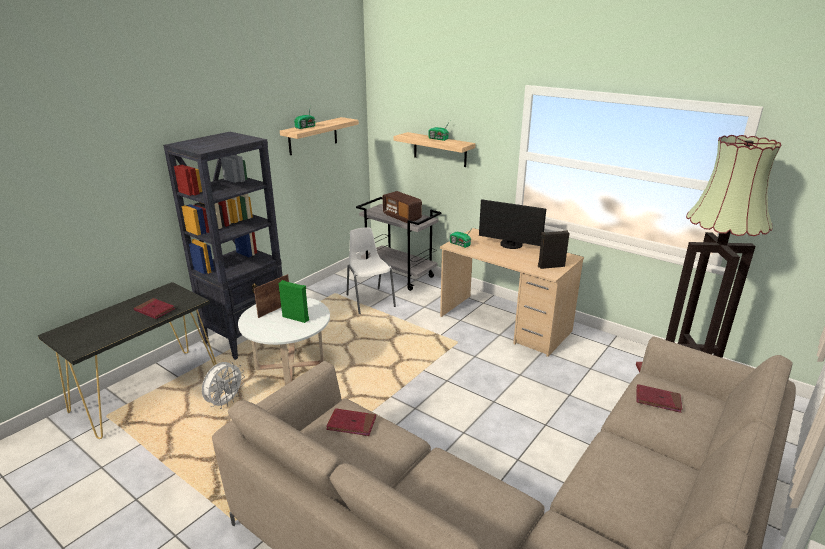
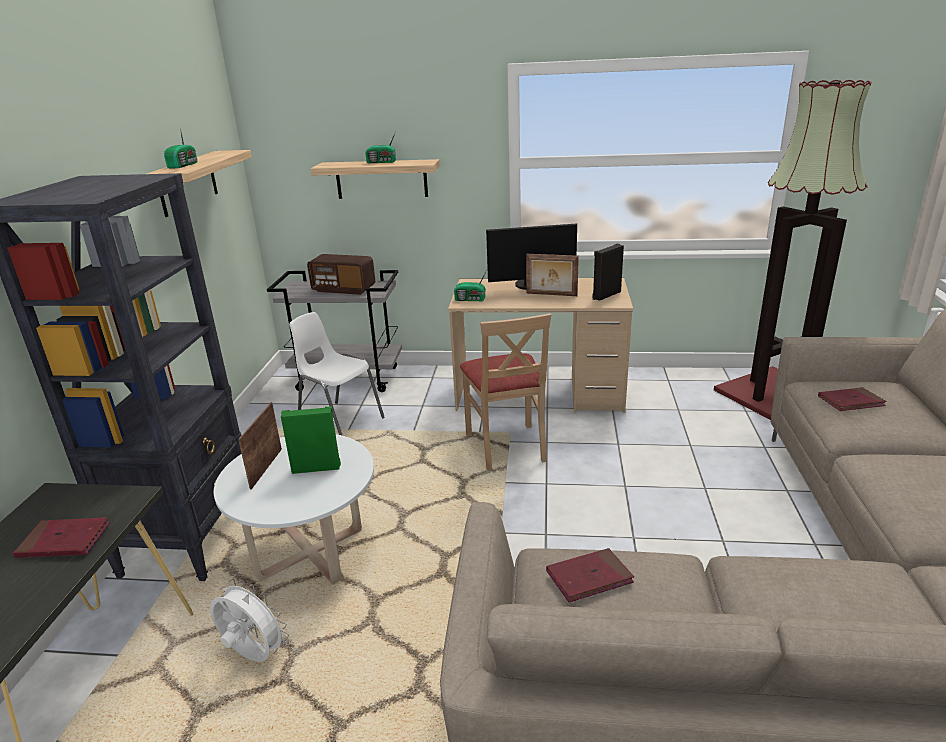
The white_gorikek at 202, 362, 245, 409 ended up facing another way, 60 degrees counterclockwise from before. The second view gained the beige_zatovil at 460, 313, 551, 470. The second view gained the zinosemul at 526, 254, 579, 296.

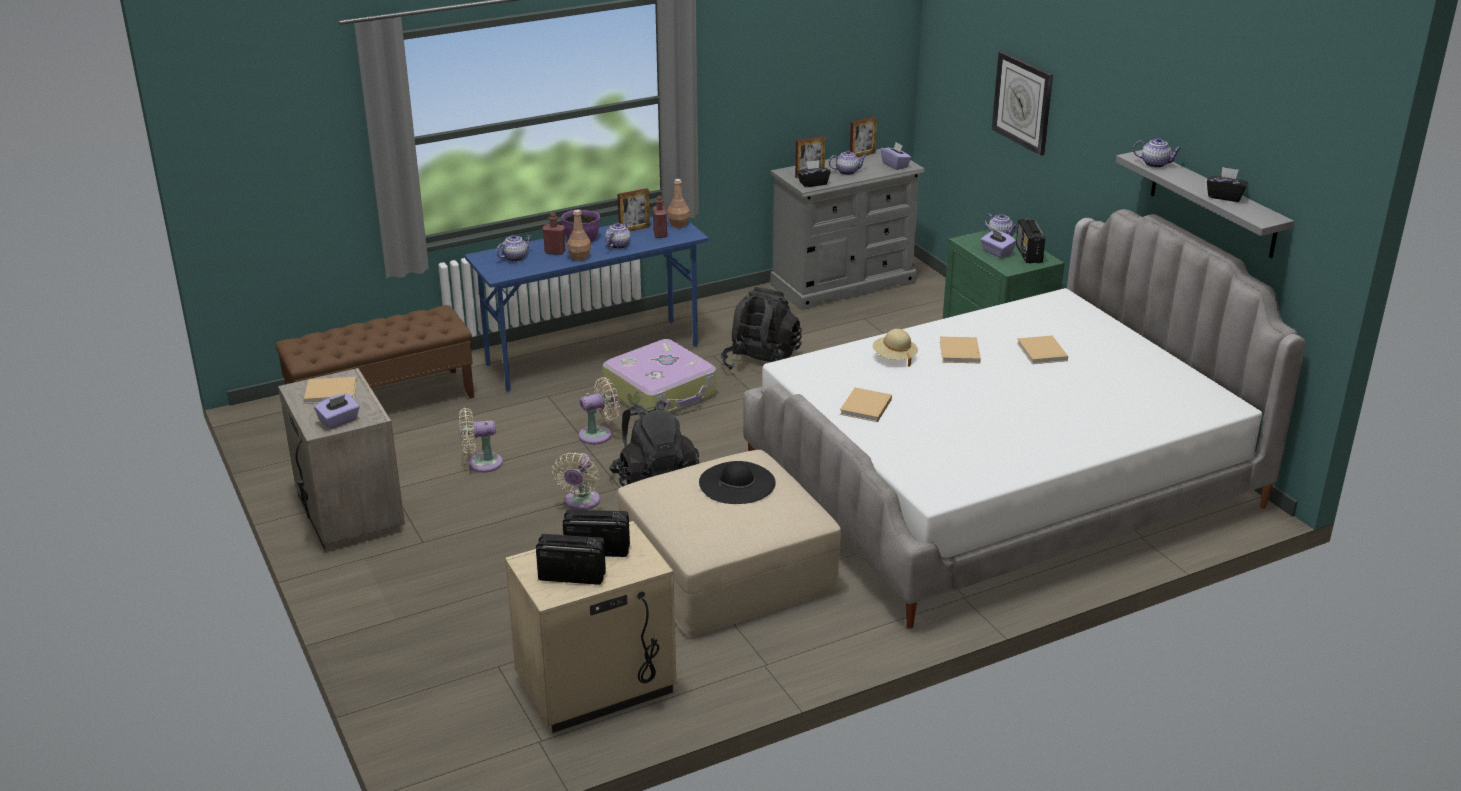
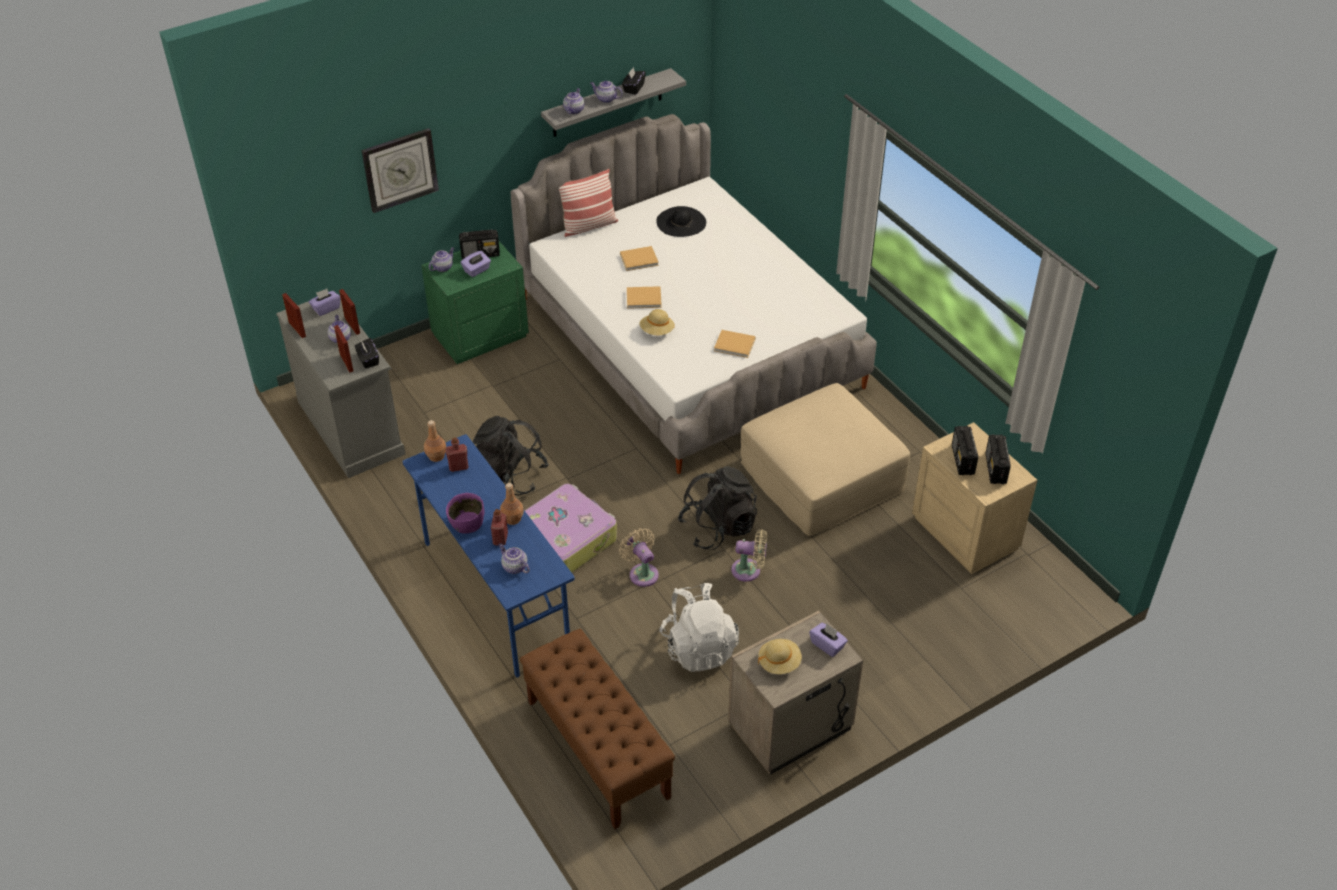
Where the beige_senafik stood at 304, 377, 357, 404, the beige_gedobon came to stand at 758, 639, 802, 674. Where the beige_gorikek stood at 459, 408, 503, 473, the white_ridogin came to stand at 659, 583, 739, 672. The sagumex ended up elsewhere, having gone from 605, 221, 631, 249 to 590, 81, 623, 103. The zinosemul ended up elsewhere, having gone from 618, 188, 650, 232 to 339, 289, 360, 335. The black_gedobon ended up elsewhere, having gone from 699, 461, 776, 504 to 656, 206, 706, 237. The second view gained the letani at 559, 169, 618, 237.

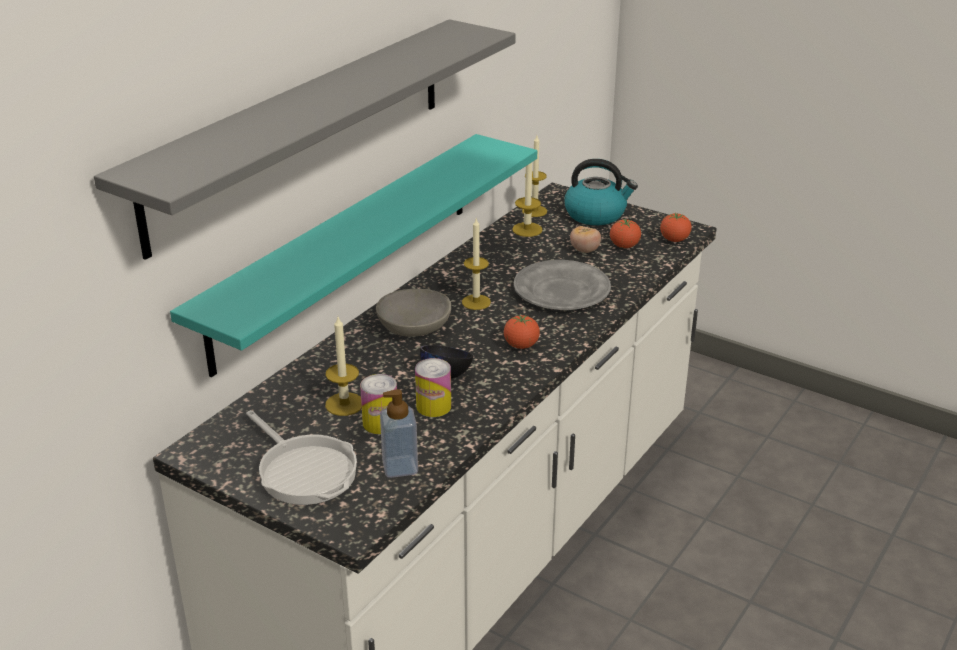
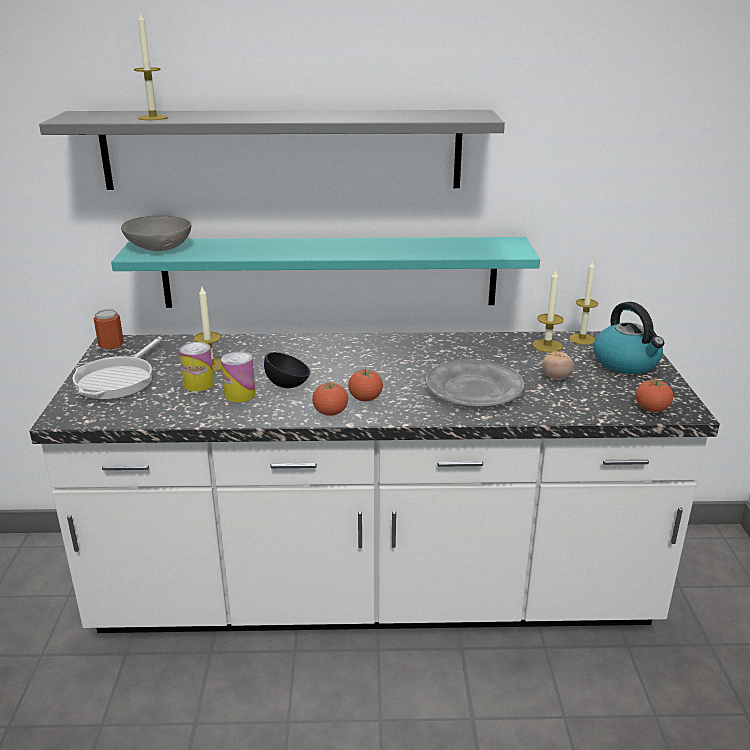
The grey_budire ended up elsewhere, having gone from 376, 289, 451, 337 to 121, 215, 191, 251. The second view lost the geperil at 380, 389, 418, 478. The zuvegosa ended up elsewhere, having gone from 462, 219, 491, 310 to 134, 12, 168, 120. The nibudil ended up elsewhere, having gone from 610, 219, 641, 248 to 312, 382, 348, 416. The second view gained the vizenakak at 94, 309, 124, 351.

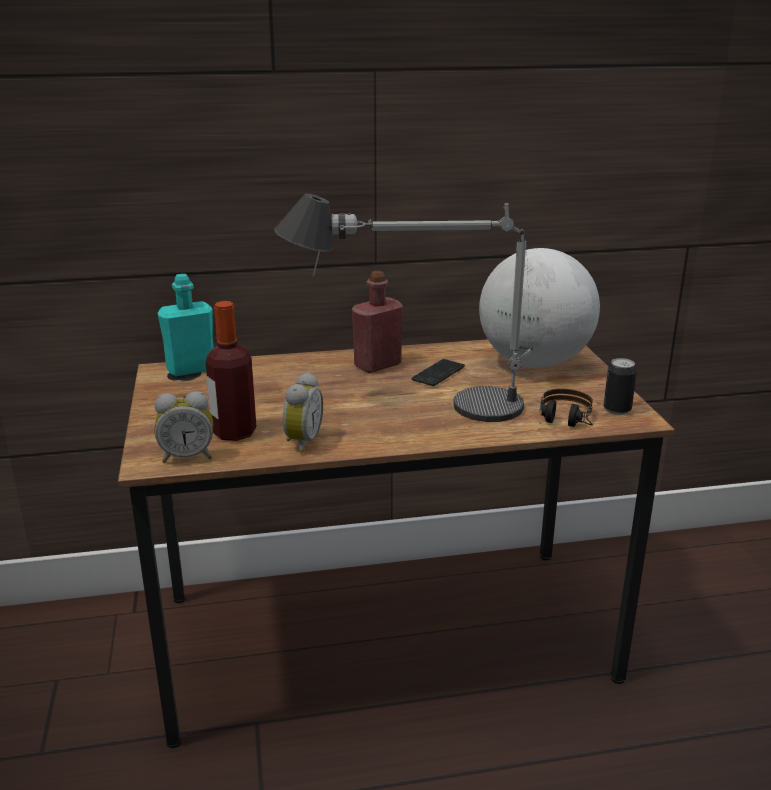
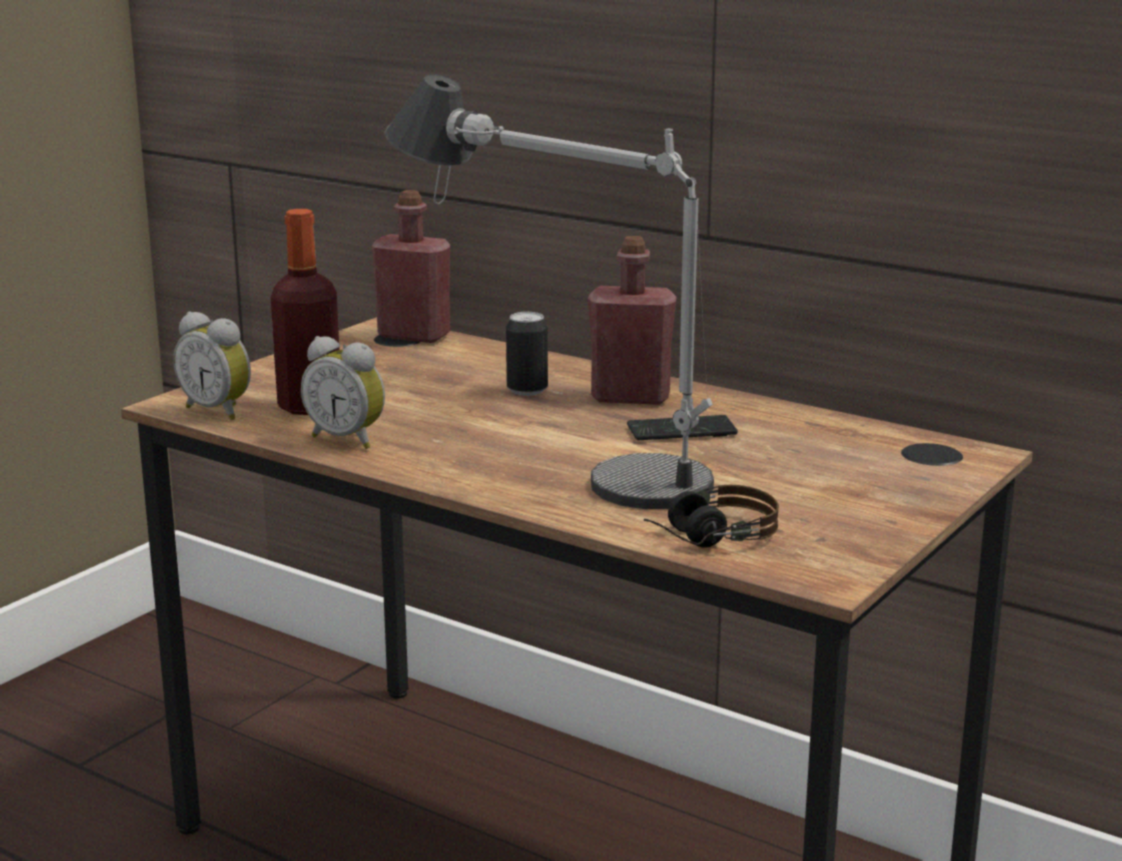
What was the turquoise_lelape at 157, 274, 214, 376 turned into the red_lelape at 372, 190, 450, 343. The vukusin at 283, 372, 323, 454 ended up facing another way, 60 degrees clockwise from before. The second view lost the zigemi at 479, 248, 600, 368. The vizenakak ended up elsewhere, having gone from 603, 358, 637, 415 to 506, 312, 548, 396.

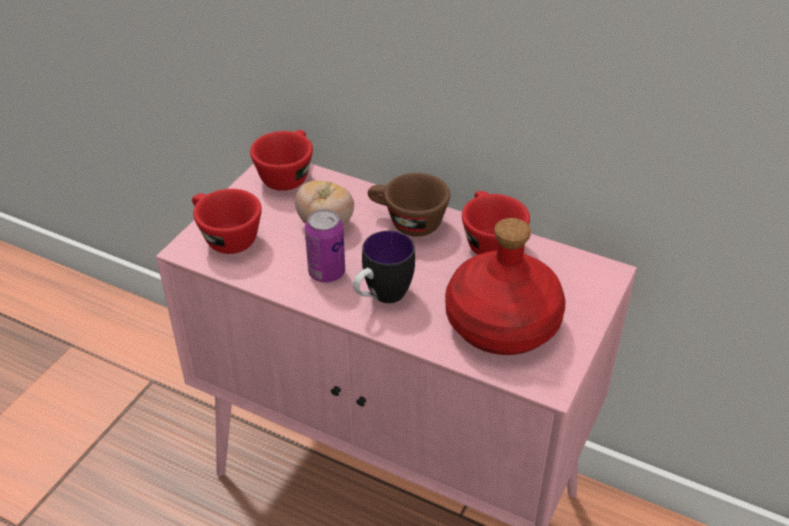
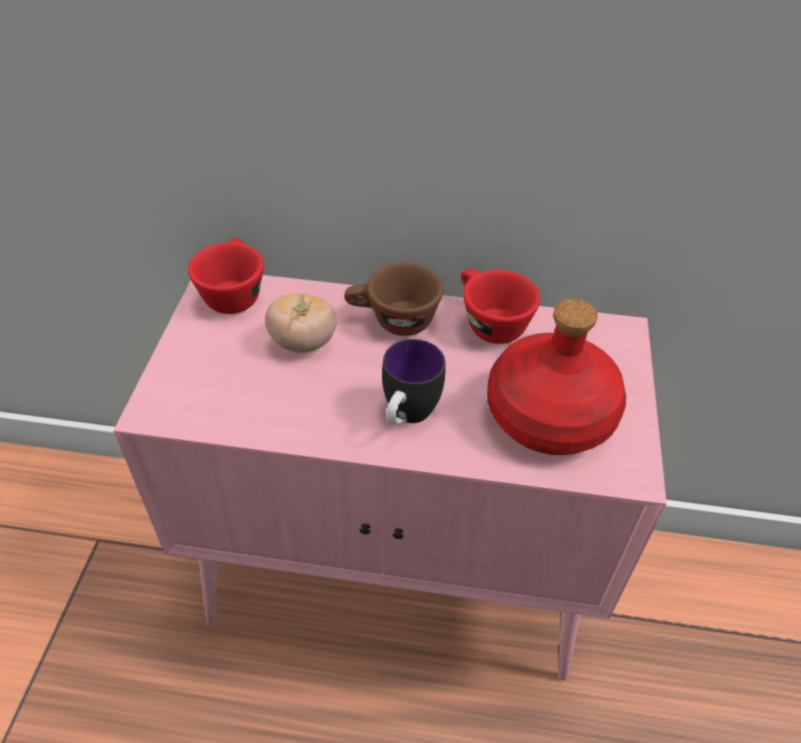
The second view lost the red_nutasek at 192, 189, 262, 254. The second view lost the vizenakak at 305, 209, 345, 283.

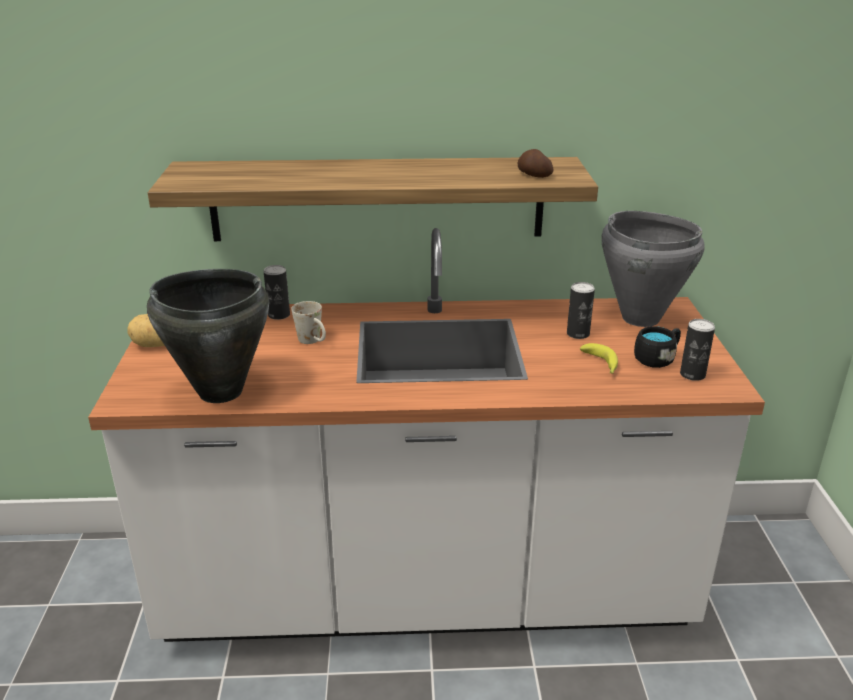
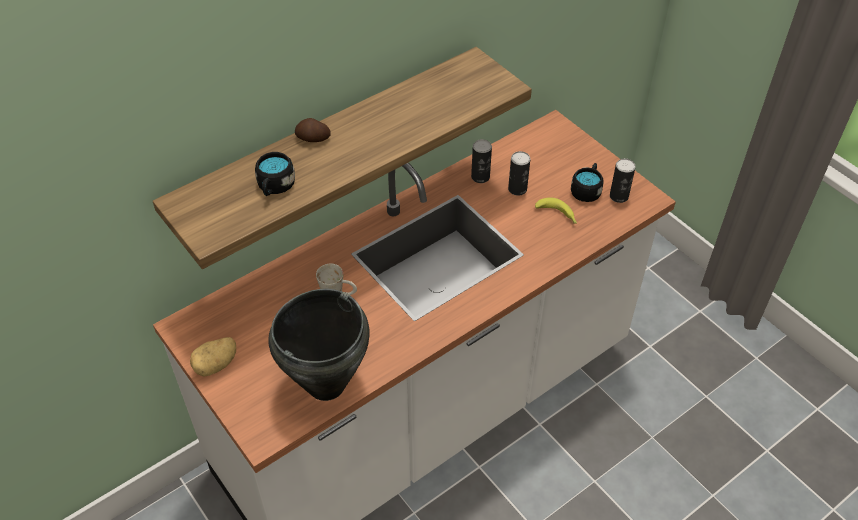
The vizenakak ended up elsewhere, having gone from 263, 265, 290, 320 to 471, 139, 492, 183. The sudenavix ended up elsewhere, having gone from 517, 149, 553, 178 to 295, 118, 331, 142. The second view lost the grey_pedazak at 601, 211, 705, 327. The second view gained the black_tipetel at 255, 152, 295, 196.

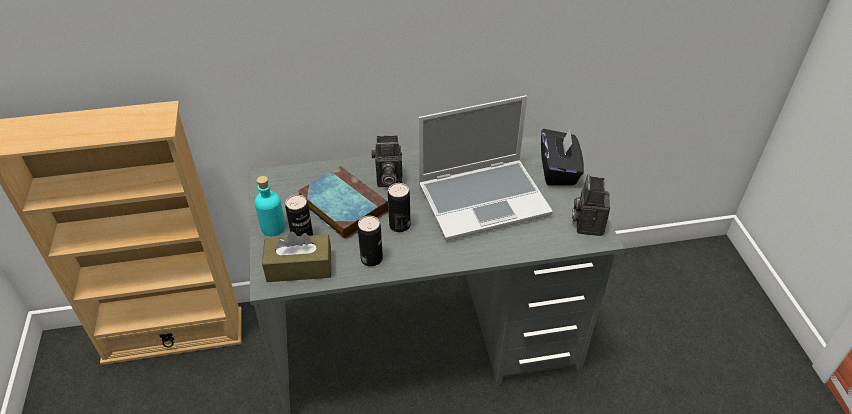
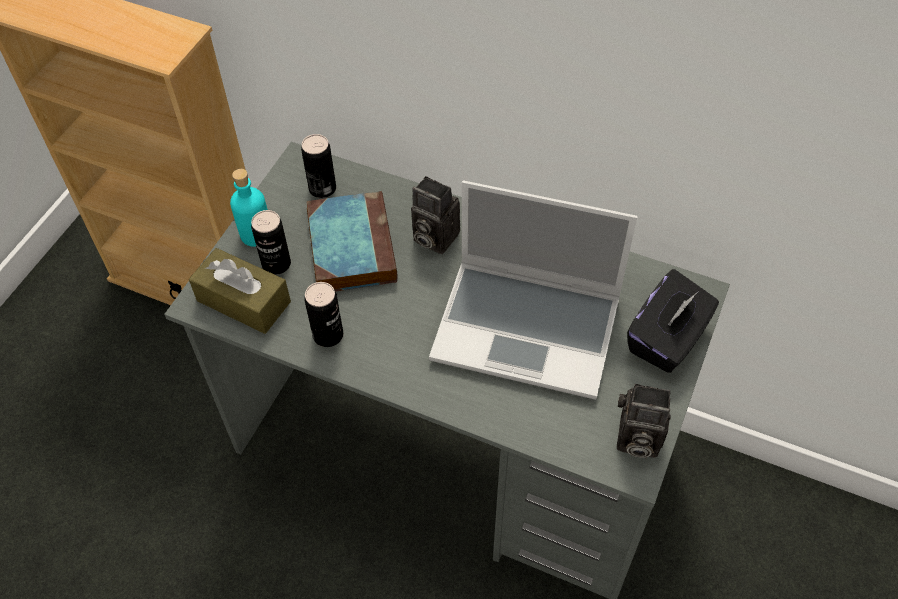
The vizenakak ended up elsewhere, having gone from 388, 183, 410, 232 to 301, 134, 336, 198. The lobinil at 572, 174, 610, 236 ended up facing another way, 120 degrees counterclockwise from before.

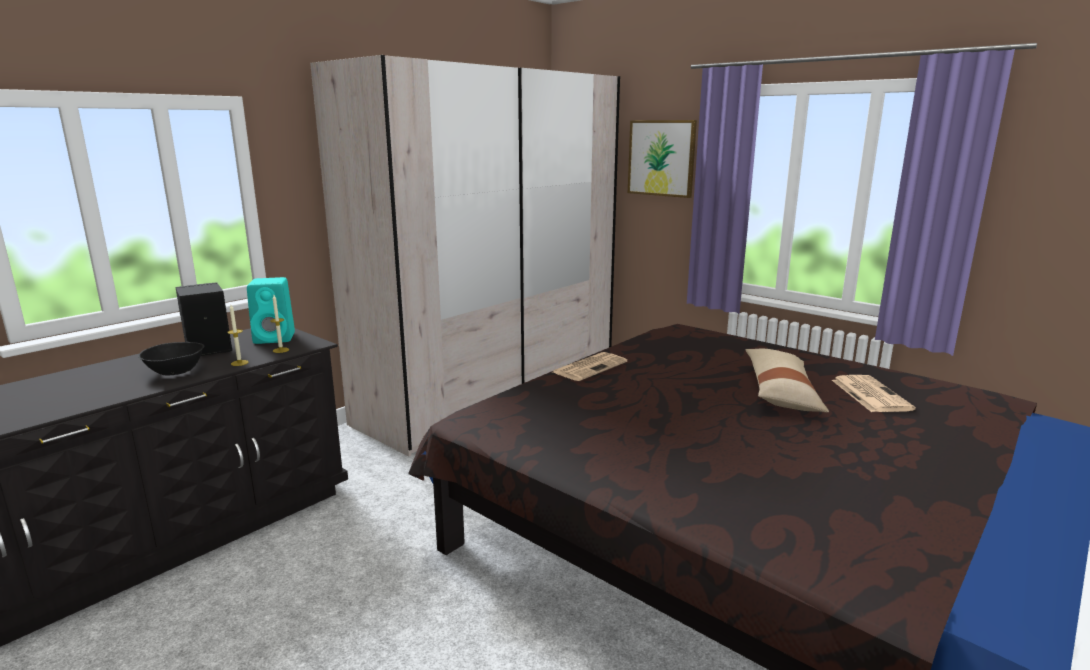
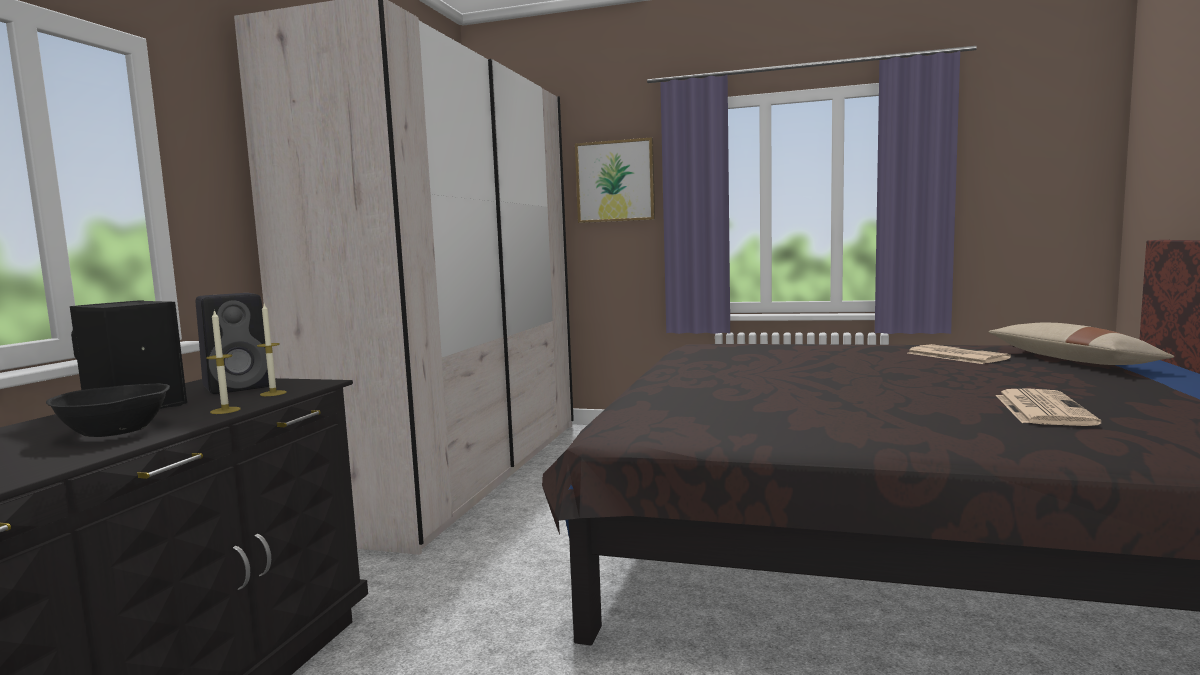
What was the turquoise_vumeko at 247, 277, 295, 344 turned into the black_vumeko at 196, 293, 269, 394. The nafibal ended up elsewhere, having gone from 553, 352, 627, 381 to 995, 388, 1101, 426. The beige_letani ended up elsewhere, having gone from 746, 349, 829, 412 to 988, 323, 1174, 365.

